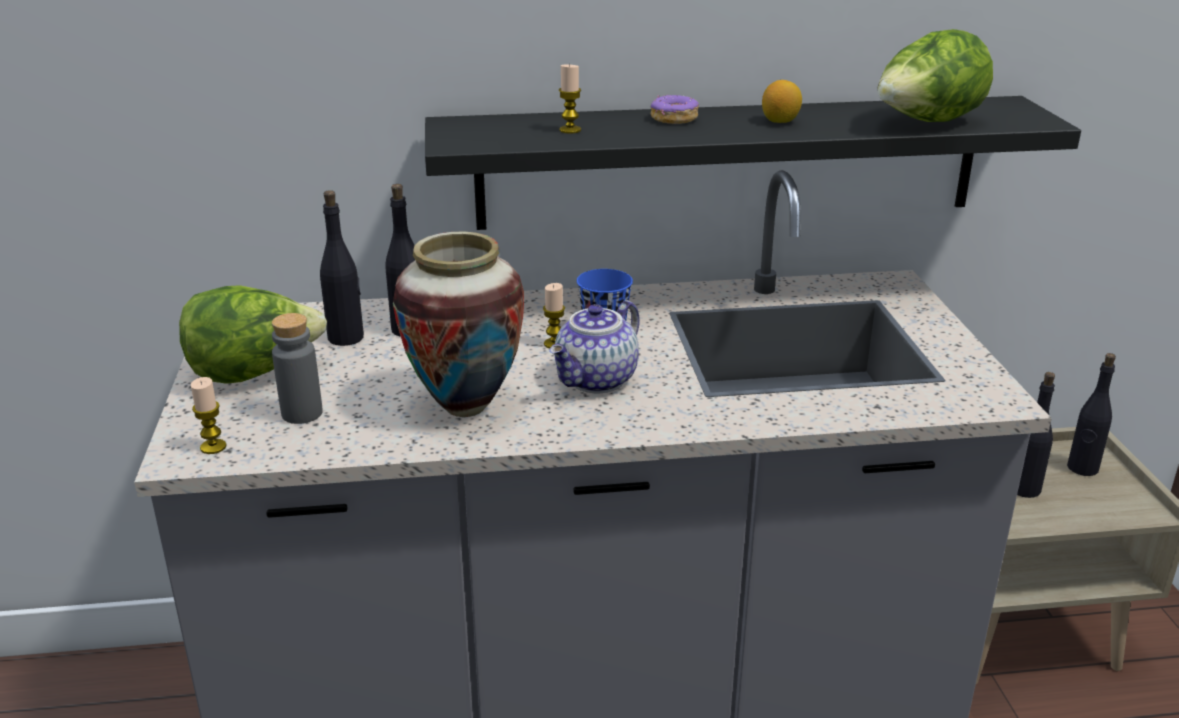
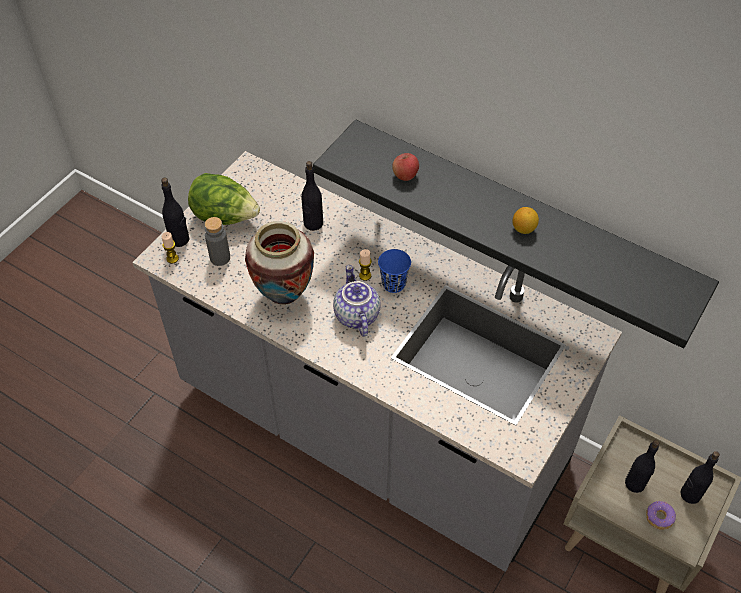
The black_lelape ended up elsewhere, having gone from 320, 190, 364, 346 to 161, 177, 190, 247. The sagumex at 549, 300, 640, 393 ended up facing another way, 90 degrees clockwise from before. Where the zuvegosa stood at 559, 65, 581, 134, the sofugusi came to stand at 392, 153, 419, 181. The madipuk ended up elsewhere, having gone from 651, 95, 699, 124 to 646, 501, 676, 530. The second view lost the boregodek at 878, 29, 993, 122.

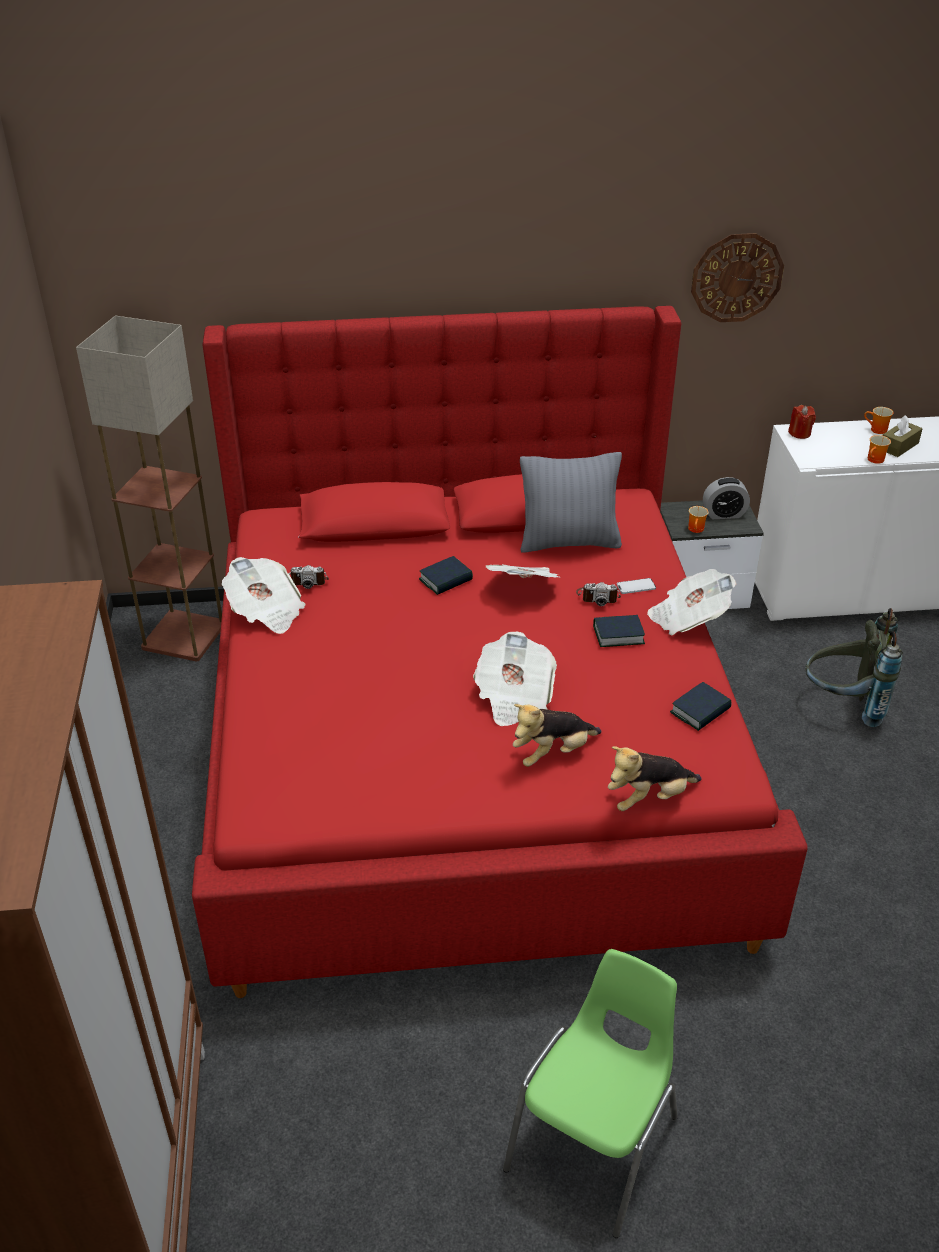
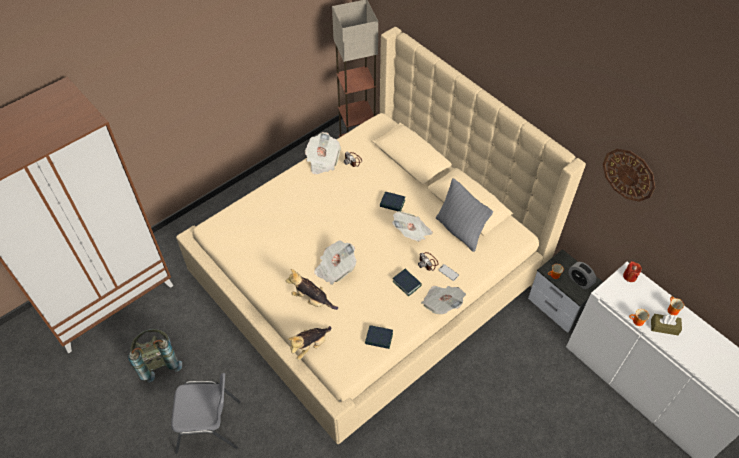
What was the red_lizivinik at 192, 306, 808, 998 turned into the beige_lizivinik at 176, 27, 586, 444. What was the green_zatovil at 503, 949, 678, 1238 turned into the grey_zatovil at 171, 373, 241, 454. The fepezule at 608, 746, 701, 811 ended up facing another way, 75 degrees counterclockwise from before. The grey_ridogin ended up elsewhere, having gone from 805, 608, 903, 727 to 128, 329, 182, 383.

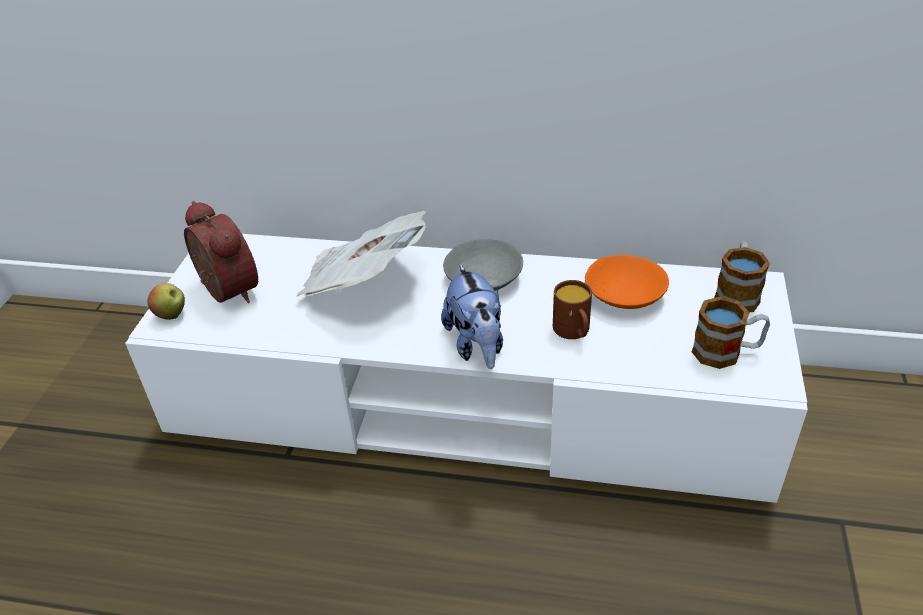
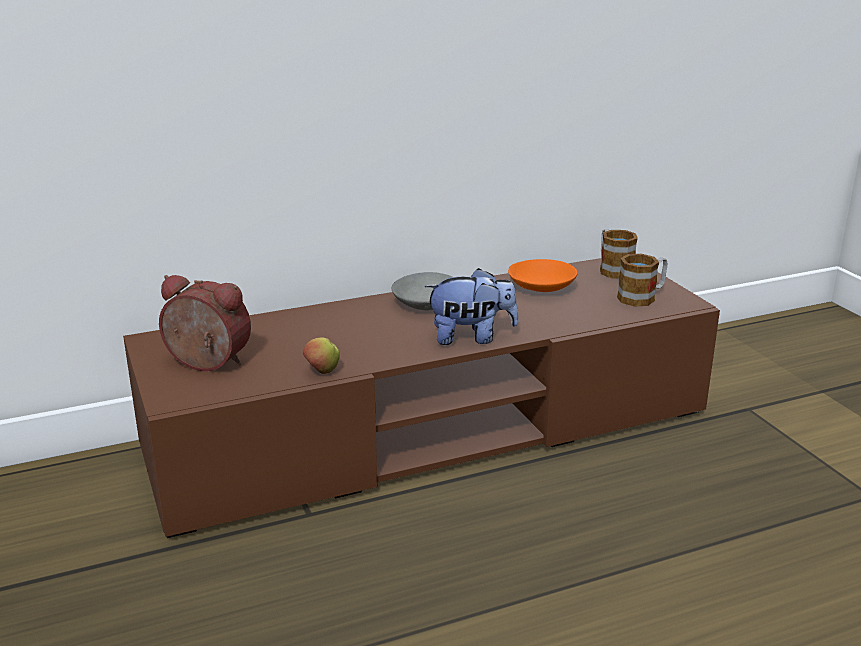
What was the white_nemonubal at 125, 234, 808, 503 turned into the brown_nemonubal at 123, 258, 720, 538. The sofugusi ended up elsewhere, having gone from 148, 283, 185, 320 to 303, 337, 340, 374. The second view lost the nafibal at 297, 211, 426, 296. The fepezule at 441, 264, 503, 369 ended up facing another way, 45 degrees counterclockwise from before. The second view lost the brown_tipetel at 553, 280, 592, 339.

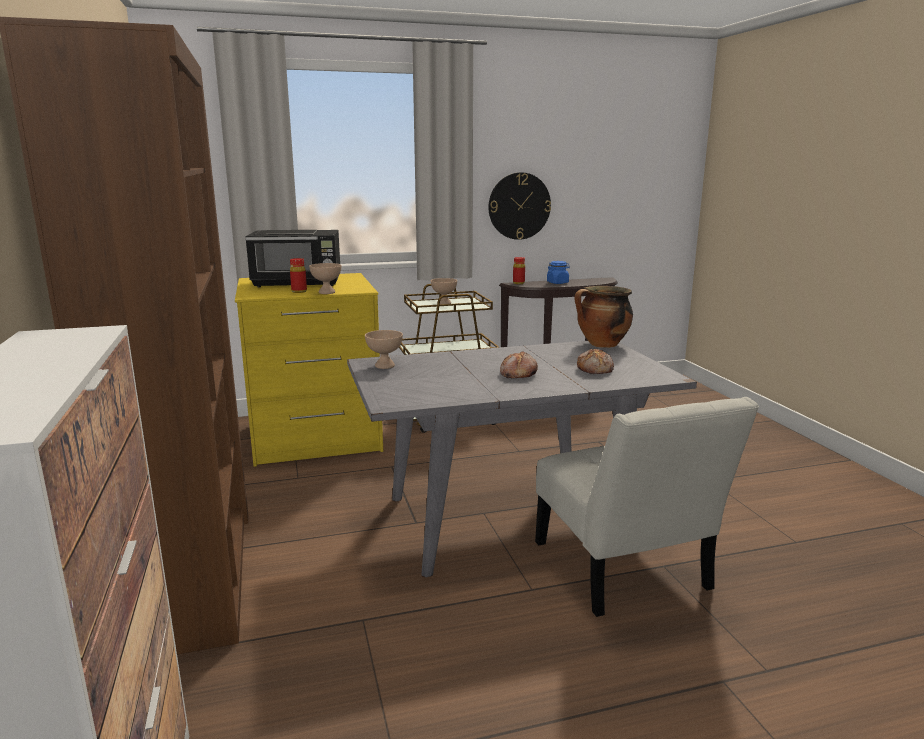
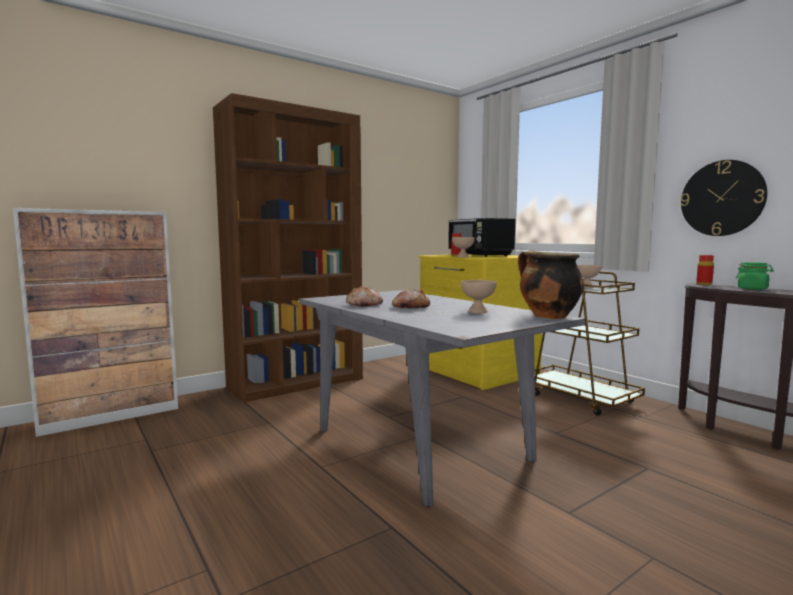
The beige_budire ended up elsewhere, having gone from 365, 330, 403, 369 to 461, 280, 497, 313. The second view lost the white_zatovil at 535, 397, 759, 617. What was the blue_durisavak at 547, 261, 570, 284 turned into the green_durisavak at 736, 262, 774, 290. The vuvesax ended up elsewhere, having gone from 577, 349, 614, 374 to 346, 286, 383, 307.

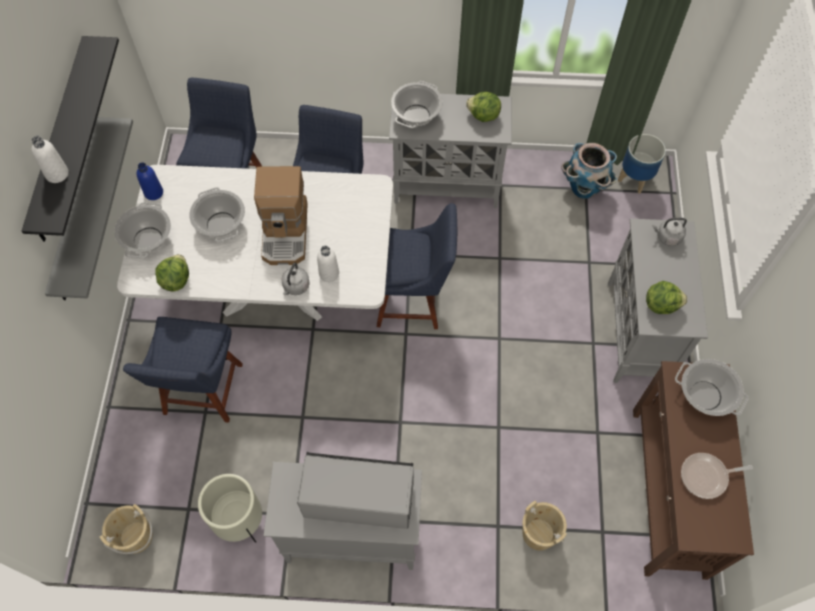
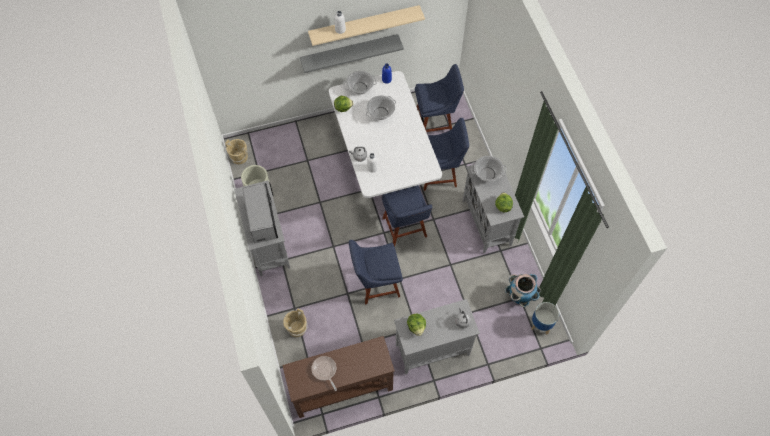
What was the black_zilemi at 22, 36, 119, 242 turned into the beige_zilemi at 308, 5, 425, 46. The blue_zatovil ended up elsewhere, having gone from 123, 317, 243, 423 to 349, 240, 403, 305. The second view lost the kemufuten at 254, 166, 308, 265. The second view lost the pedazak at 675, 359, 748, 416.

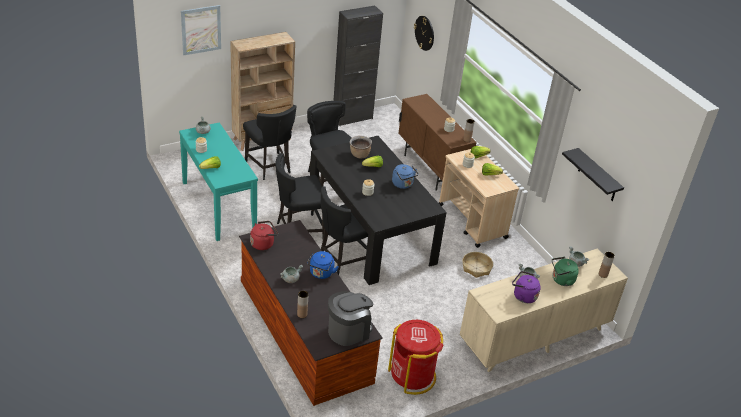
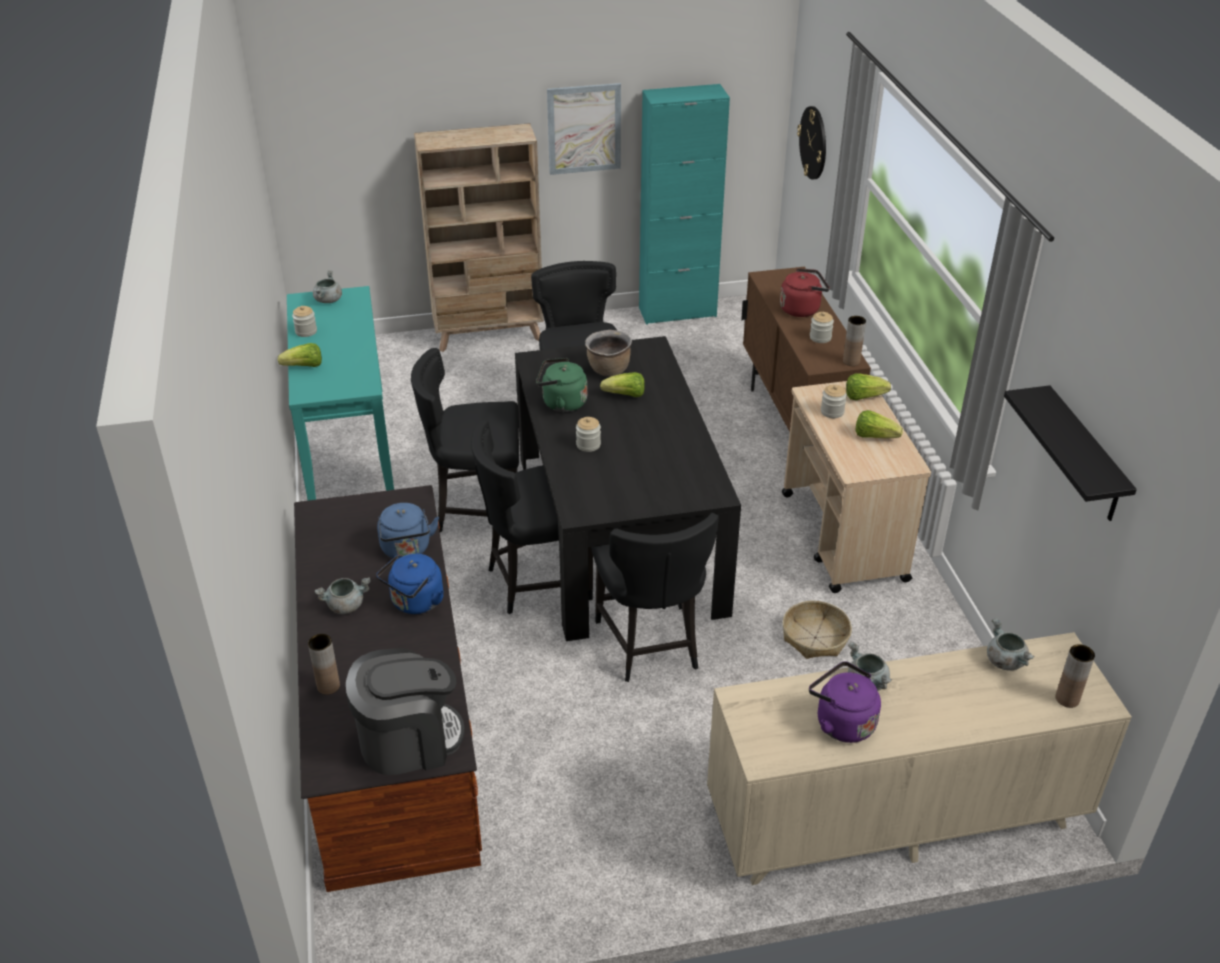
The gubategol ended up elsewhere, having gone from 181, 5, 221, 55 to 547, 83, 621, 175. The black_zatovil ended up elsewhere, having gone from 243, 105, 296, 180 to 591, 513, 719, 682. The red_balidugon ended up elsewhere, having gone from 250, 221, 278, 250 to 780, 268, 830, 317. What was the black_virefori at 333, 5, 383, 126 turned into the turquoise_virefori at 639, 84, 730, 325. The second view lost the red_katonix at 388, 320, 444, 395. The blue_balidugon ended up elsewhere, having gone from 392, 164, 419, 189 to 377, 503, 439, 558. The green_balidugon ended up elsewhere, having gone from 552, 257, 579, 286 to 536, 358, 587, 412.

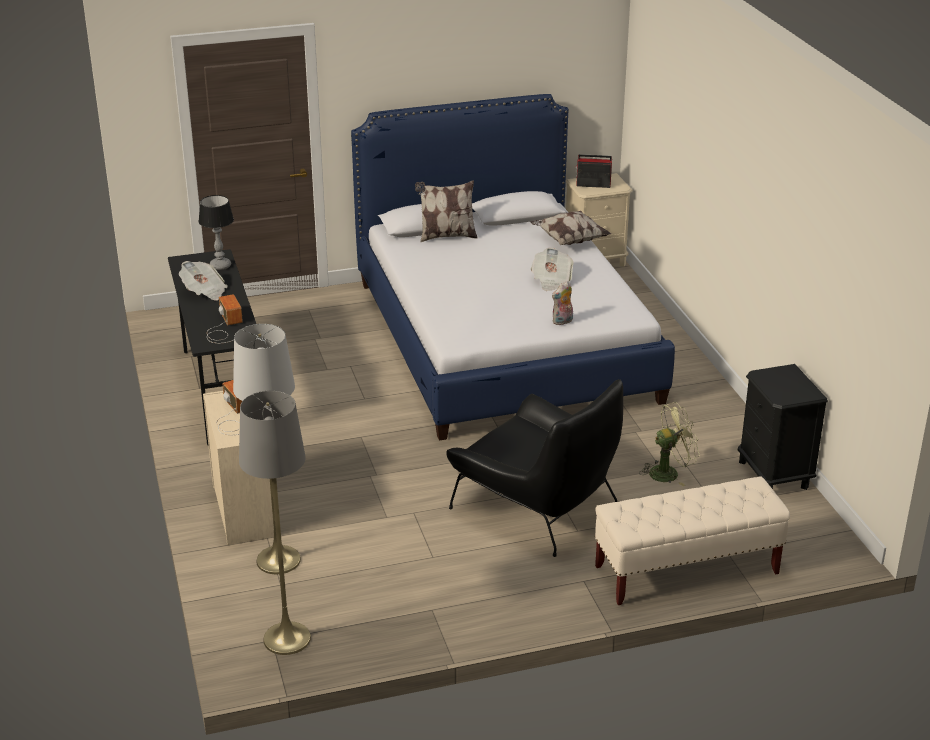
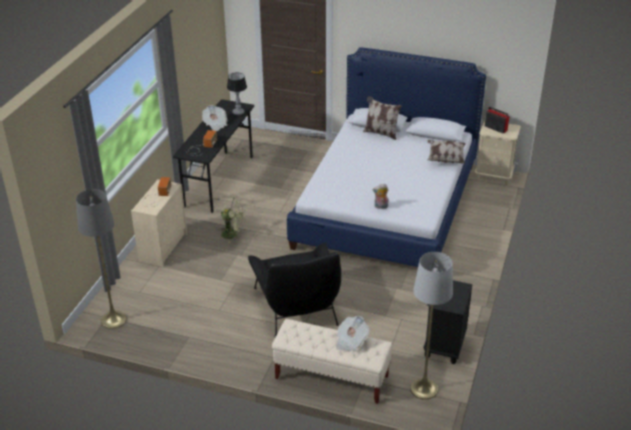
The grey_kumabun ended up elsewhere, having gone from 233, 324, 301, 574 to 410, 252, 453, 400. The nafibal ended up elsewhere, having gone from 531, 248, 574, 291 to 336, 316, 369, 352. The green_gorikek ended up elsewhere, having gone from 639, 402, 700, 486 to 219, 197, 246, 243.

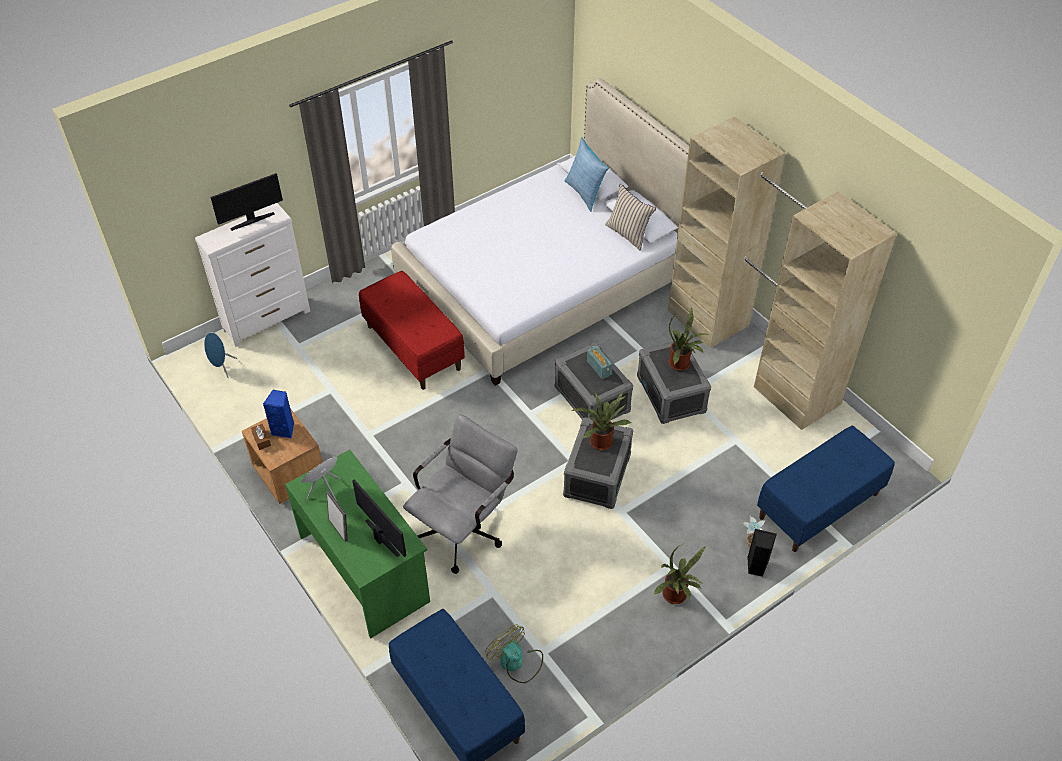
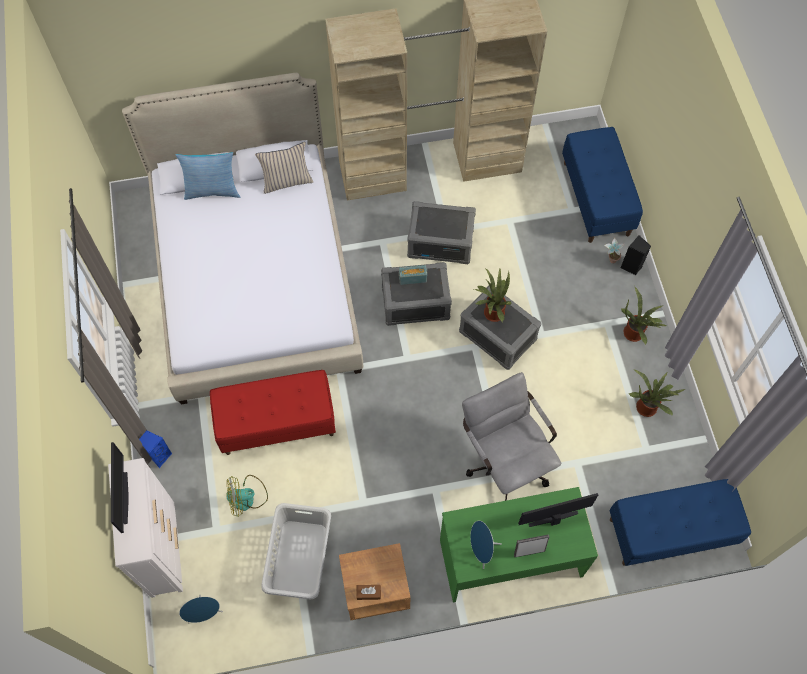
The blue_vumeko ended up elsewhere, having gone from 263, 390, 294, 438 to 139, 431, 172, 468. The gorikek ended up elsewhere, having gone from 485, 624, 543, 683 to 226, 475, 268, 517. The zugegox ended up elsewhere, having gone from 668, 307, 709, 371 to 629, 370, 685, 417. The second view gained the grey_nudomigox at 261, 503, 331, 599.

